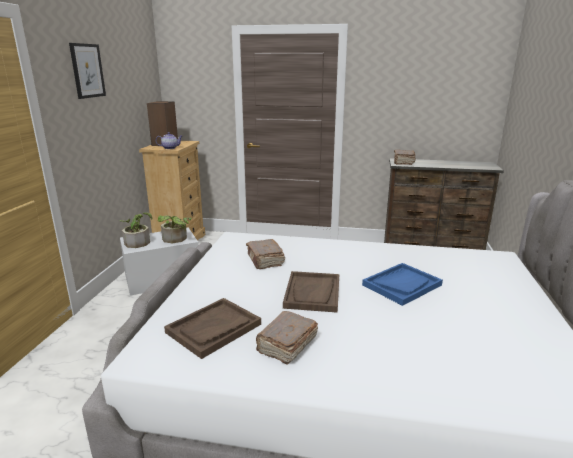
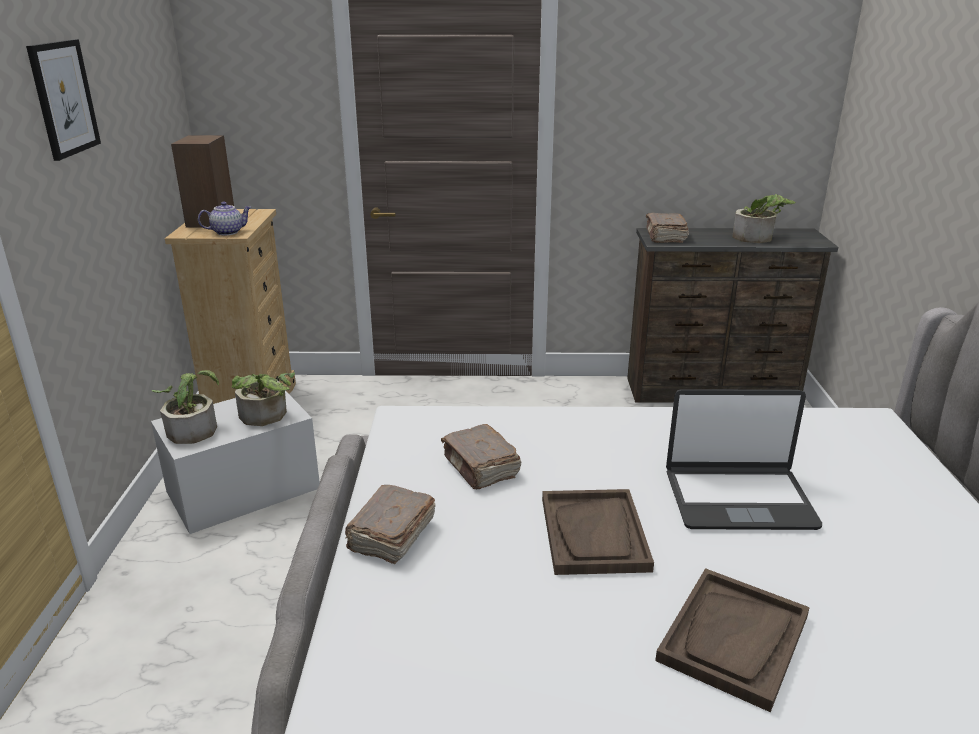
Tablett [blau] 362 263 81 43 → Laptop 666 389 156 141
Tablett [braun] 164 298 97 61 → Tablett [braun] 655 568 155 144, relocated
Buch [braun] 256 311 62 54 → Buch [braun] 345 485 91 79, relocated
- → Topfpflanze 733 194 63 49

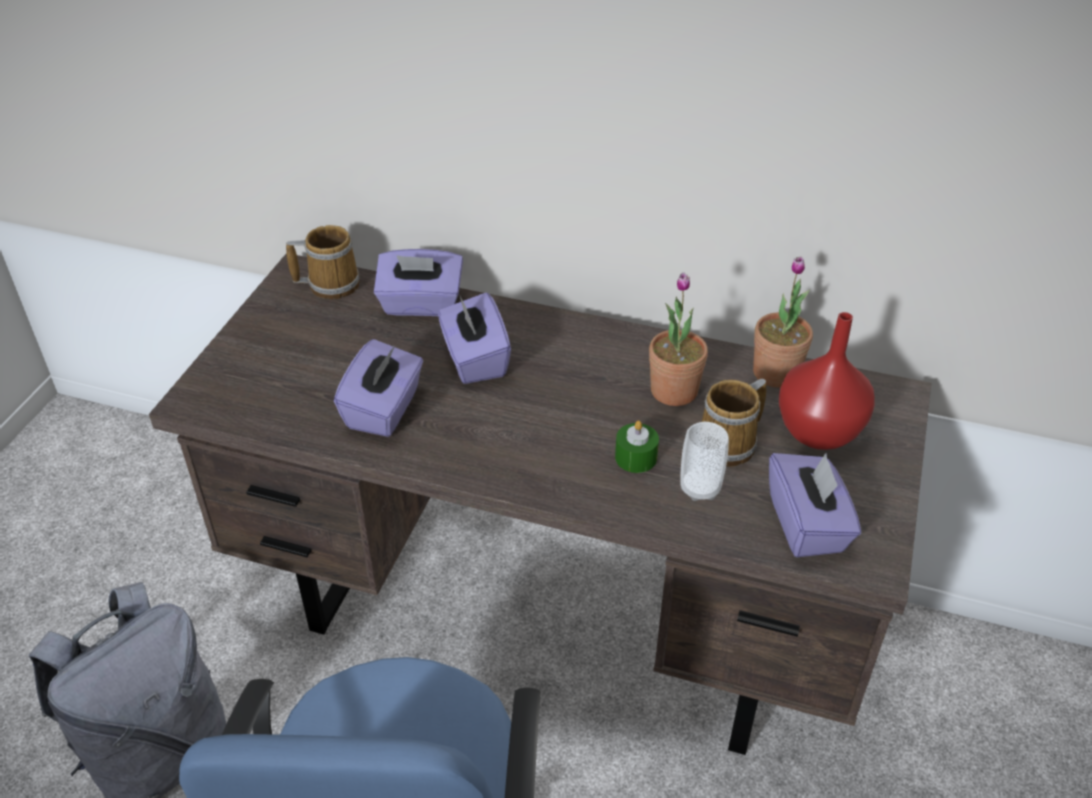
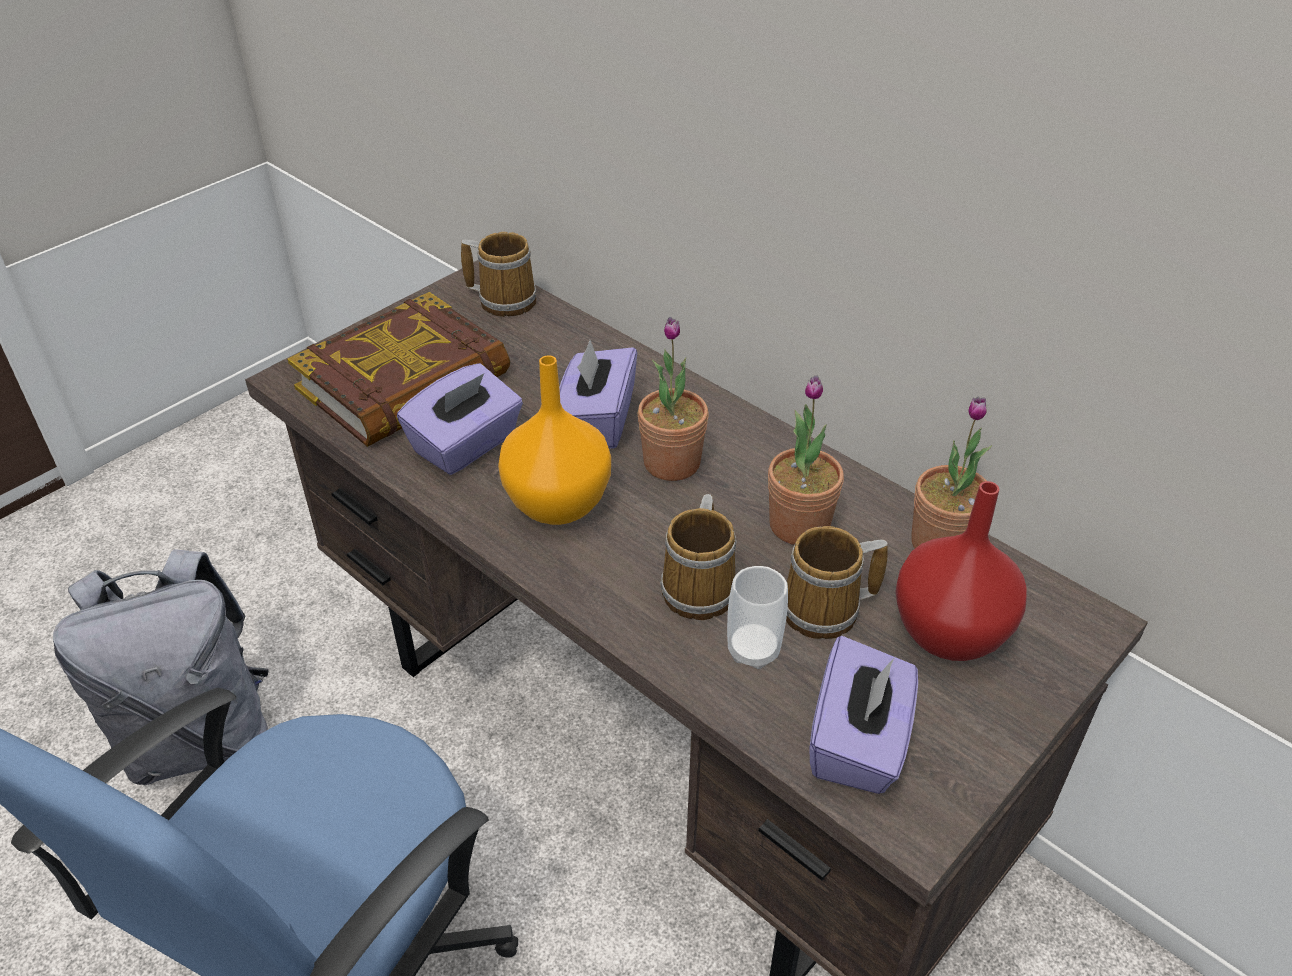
Taschentuchbox [lila] 374 249 89 67 → -
Kerze [grün] 615 420 44 53 → Henkelbecher 660 494 77 126
- → Buch 287 292 223 155
- → Topfpflanze 638 317 71 164
- → Vase [orange] 498 355 113 170

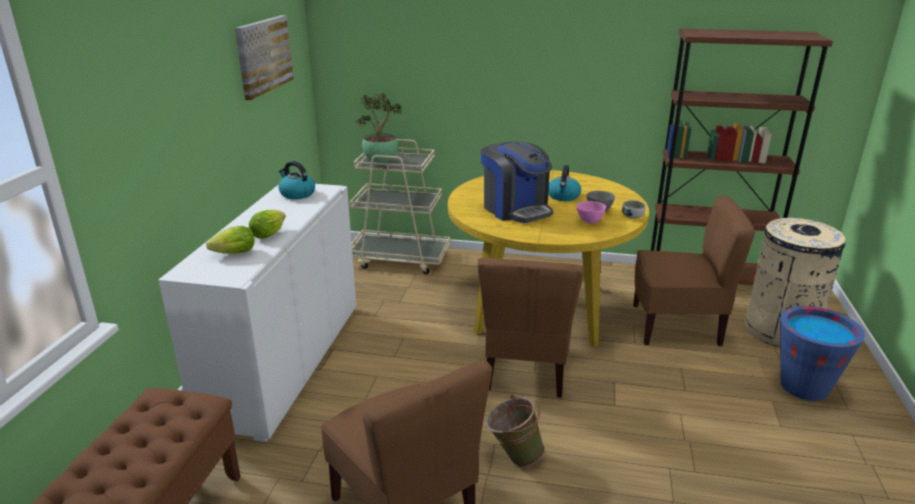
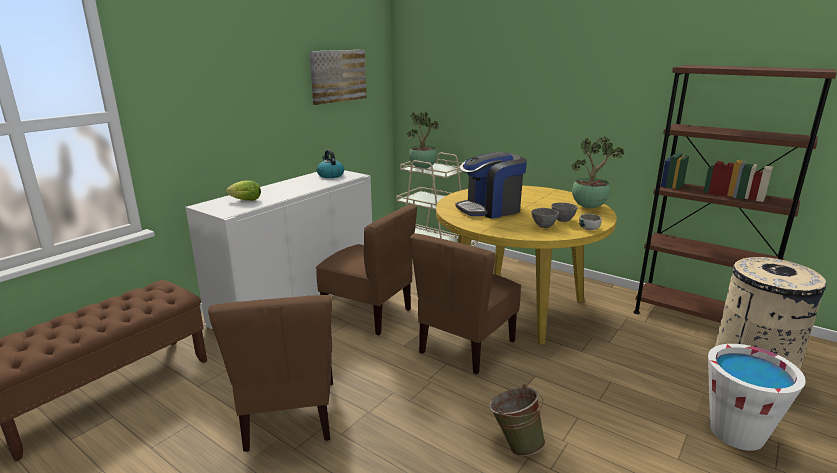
Kaffeemaschine 481 141 72 82 → Kaffeemaschine 456 152 71 67, 75 degrees clockwise
Wasserkessel 548 165 33 36 → -
Stuhl [braun] 633 196 122 150 → Stuhl [braun] 316 204 101 131, relocated
Schüssel [rosa] 577 201 29 23 → Schüssel [grau] 532 208 27 20
Salatkopf 249 210 37 29 → -
Eimer [blau] 780 306 85 95 → Eimer [weiß] 708 344 98 107
Eimer [grün] 486 395 59 72 → Eimer [grün] 489 384 56 72, relocated
- → Topfpflanze 572 136 52 72

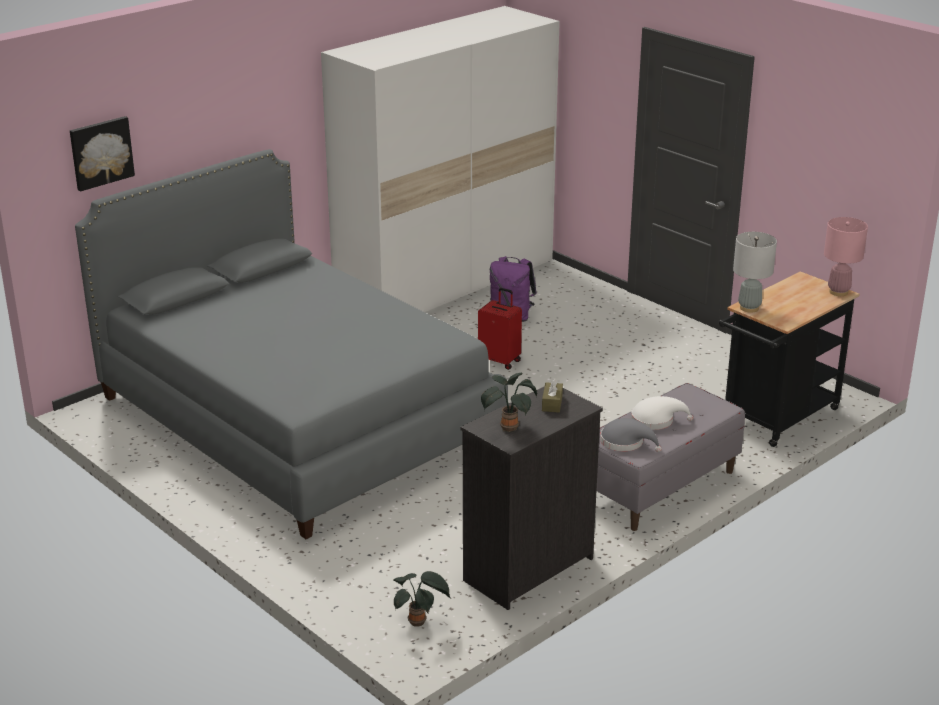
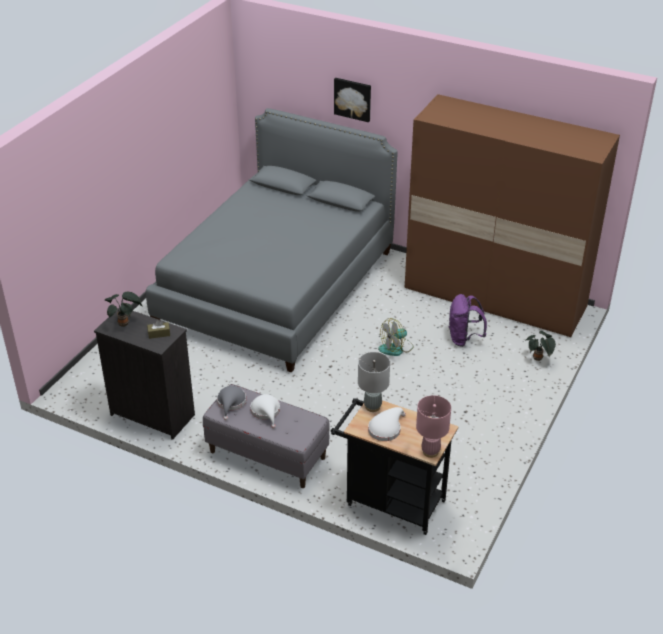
Kleiderschrank [weiß] 321 6 239 306 → Kleiderschrank [braun] 405 94 215 243
Bild 70 116 65 75 → Bild 334 78 37 44, relocated
Koffer [rot] 478 288 44 82 → Ventilator 378 318 36 38
Topfpflanze 393 571 58 56 → Topfpflanze 525 331 31 30, relocated
- → Hut [weiß] 368 407 38 34

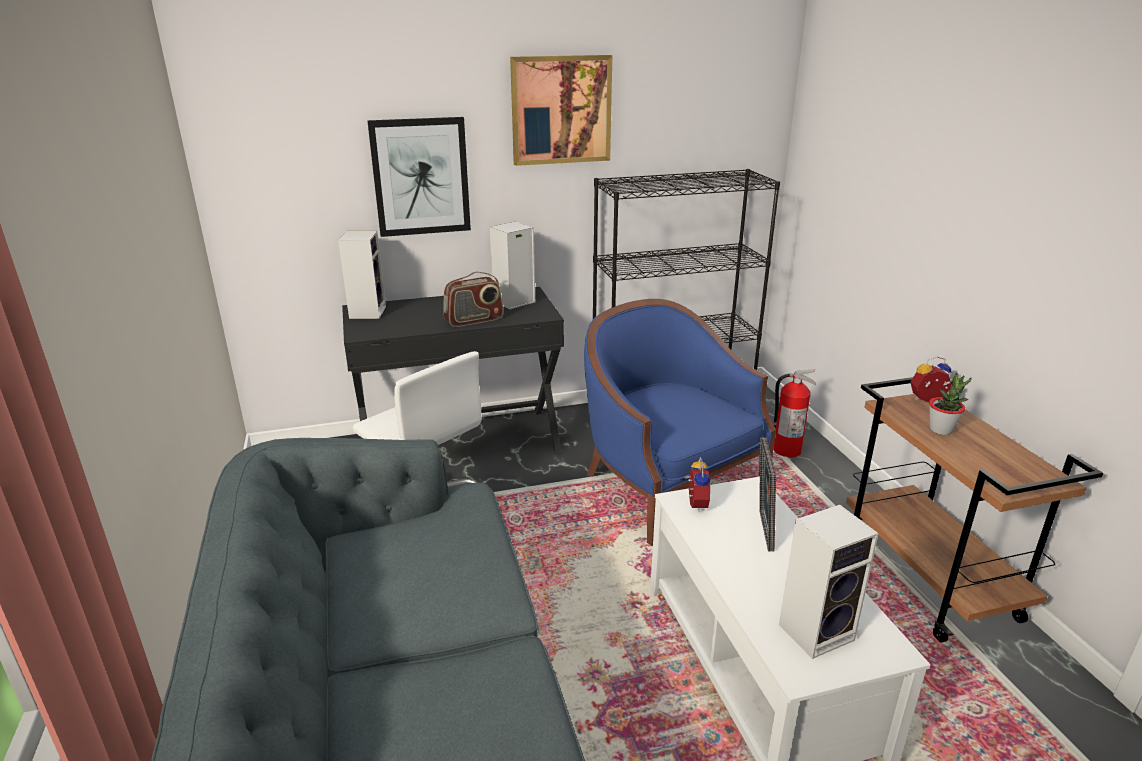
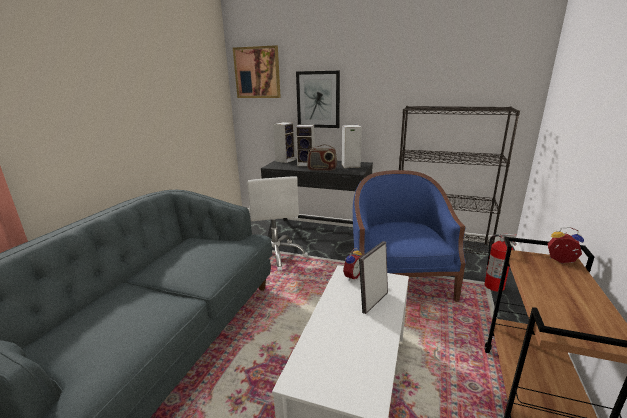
Bild 510 55 102 111 → Bild 233 45 48 53, relocated
Topfpflanze 929 373 43 62 → -
Lautsprecher 779 505 100 154 → Lautsprecher 296 125 19 41, relocated

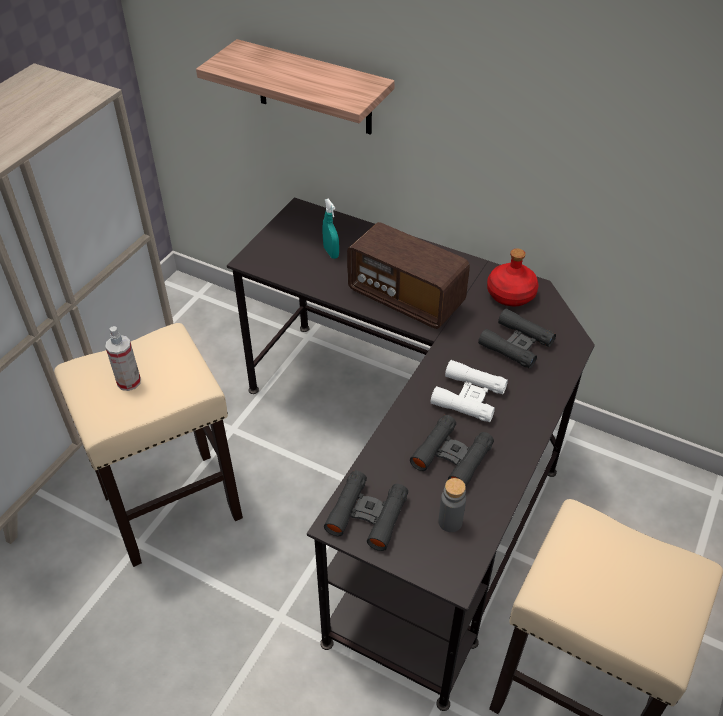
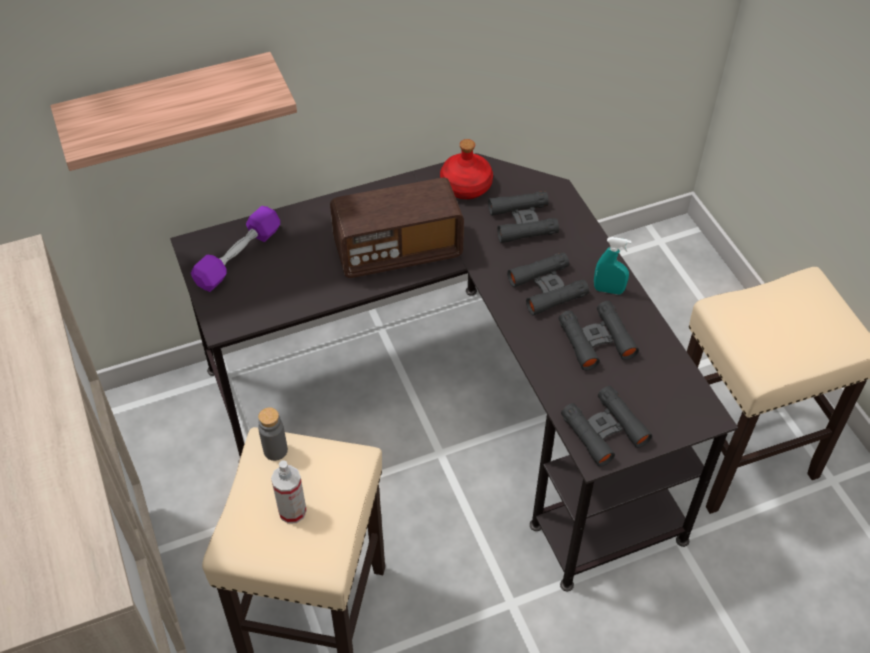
Sprühflasche [türkis] 322 199 17 60 → Sprühflasche [türkis] 594 237 37 58, relocated
Fernglas [weiß] 430 360 78 62 → Fernglas [schwarz] 507 252 82 64
Flasche [grau] 438 478 28 54 → Flasche [grau] 258 407 30 54, relocated
- → Hantel [lila] 191 206 89 86

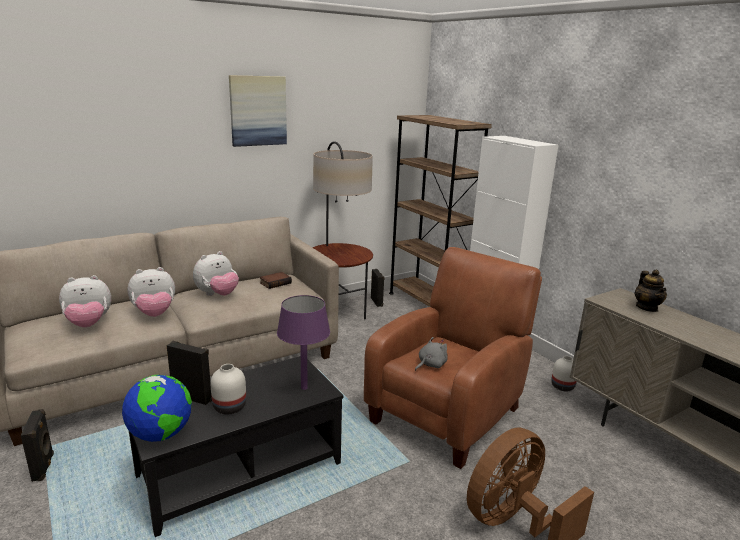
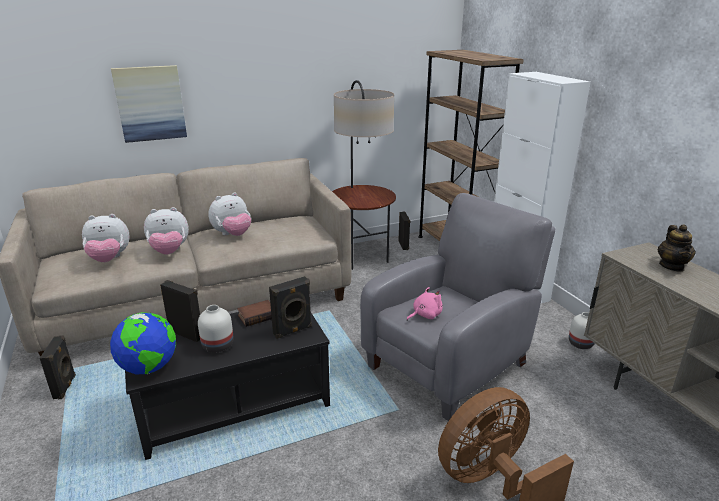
Bild 229 75 58 72 → Bild 111 65 76 78, relocated
Sessel [braun] 364 247 178 222 → Sessel [grau] 360 193 195 228
Buch 260 272 32 17 → Buch 237 300 35 27, relocated
Tischlampe [lila] 277 295 53 95 → Lautsprecher [schwarz] 269 276 43 63
Plüschtier [grau] 415 337 33 34 → Plüschtier [rosa] 406 287 37 33

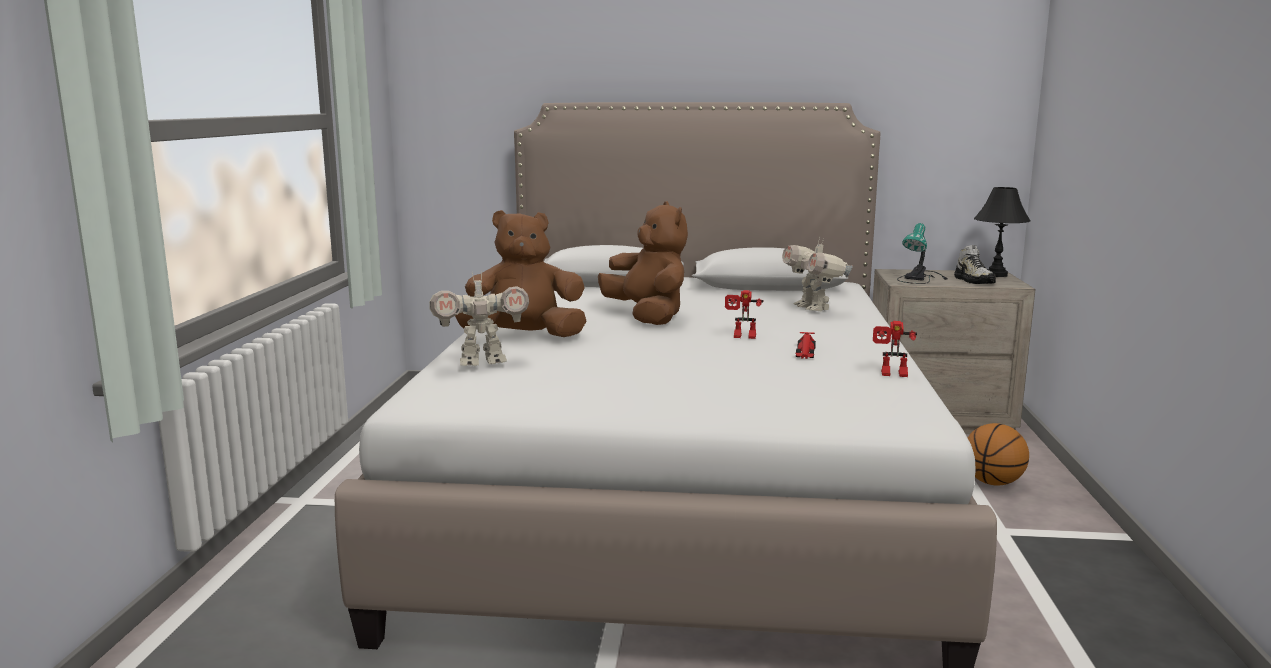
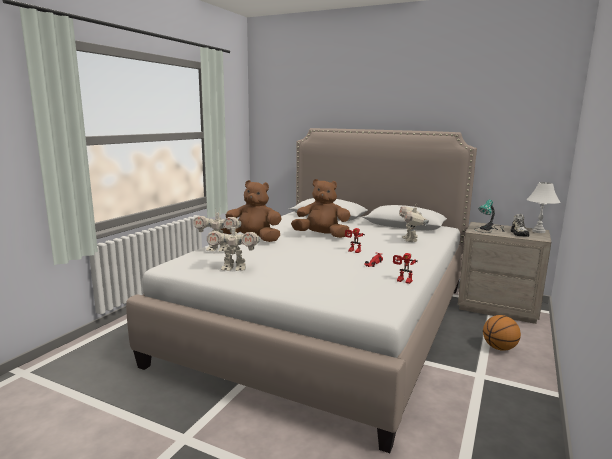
Tischlampe [schwarz] 974 187 57 90 → Tischlampe [weiß] 527 182 33 51
Plüschtier [braun] 598 201 90 124 → Plüschtier [braun] 291 179 59 59, 75 degrees counterclockwise
- → Spielzeugroboter 207 224 53 47

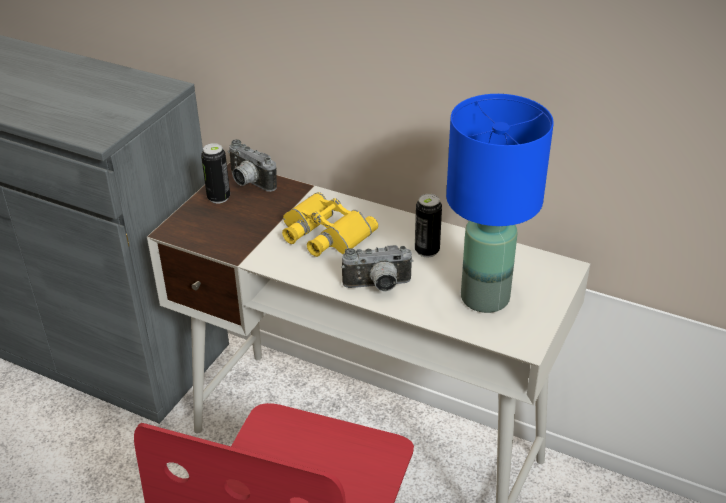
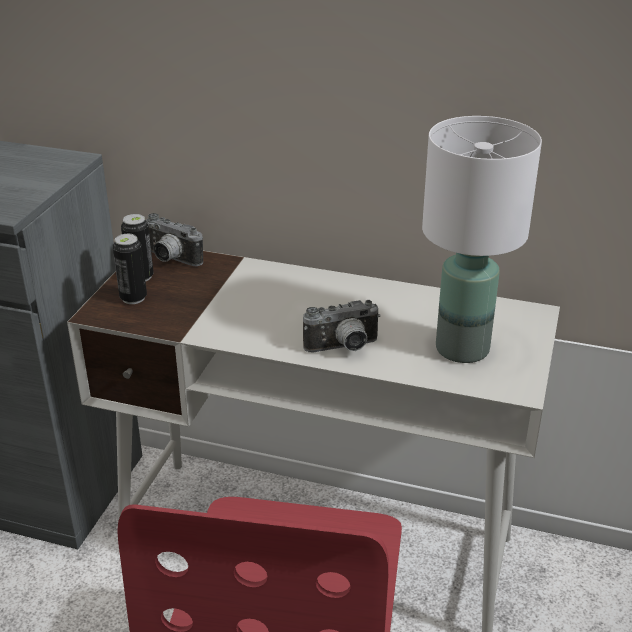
Tischlampe [blau] 446 94 108 219 → Tischlampe [weiß] 422 116 120 247
Fernglas [gelb] 282 192 96 65 → -
Dose 415 194 27 63 → Dose 113 234 34 70, relocated

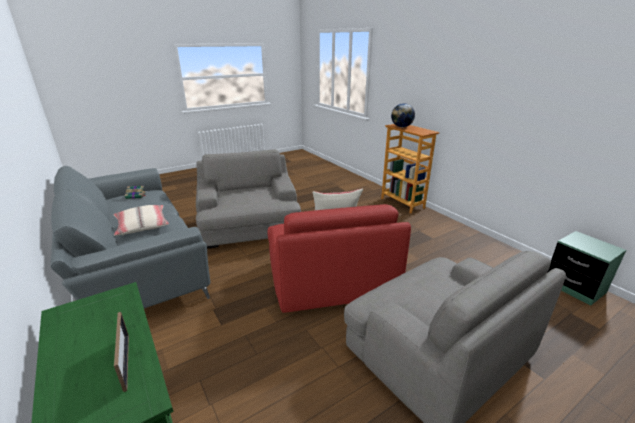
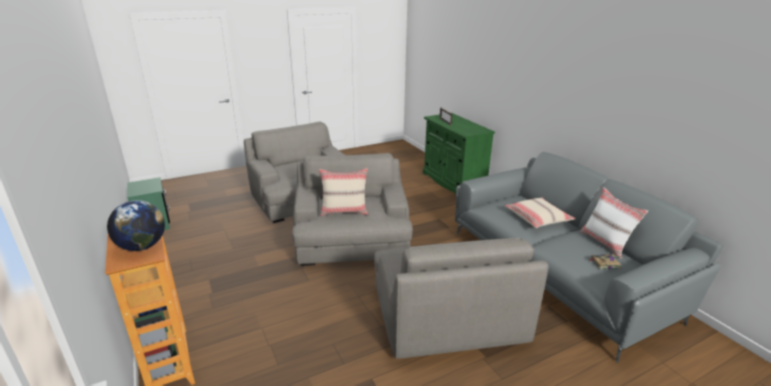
Sessel [rot] 268 204 143 109 → Sessel [grau] 292 153 121 113
- → Kissen [weiß] 580 187 68 72

